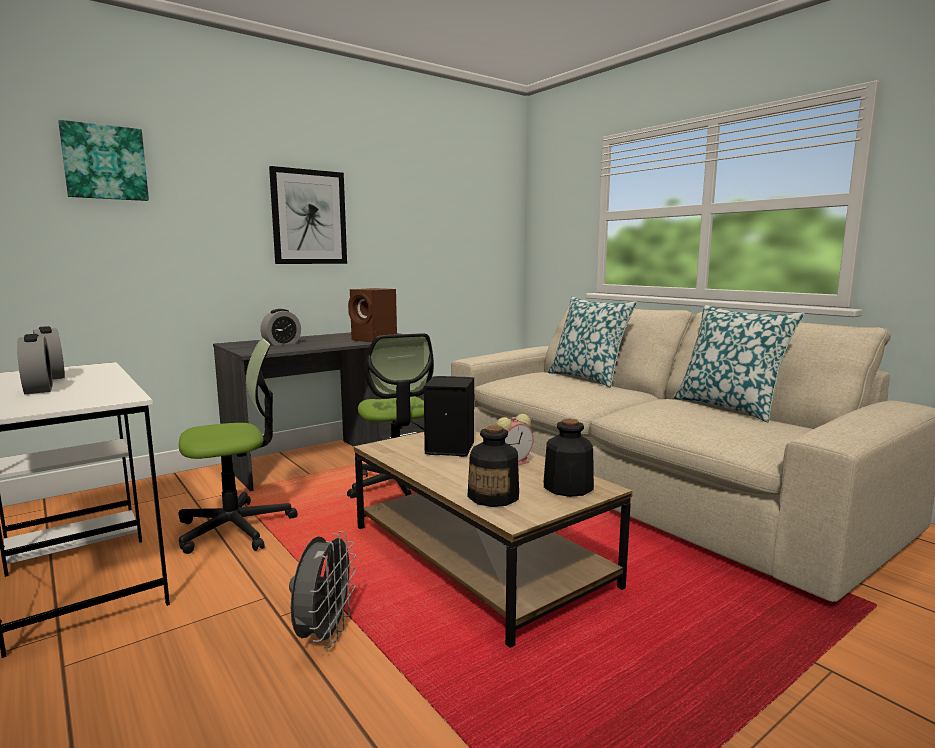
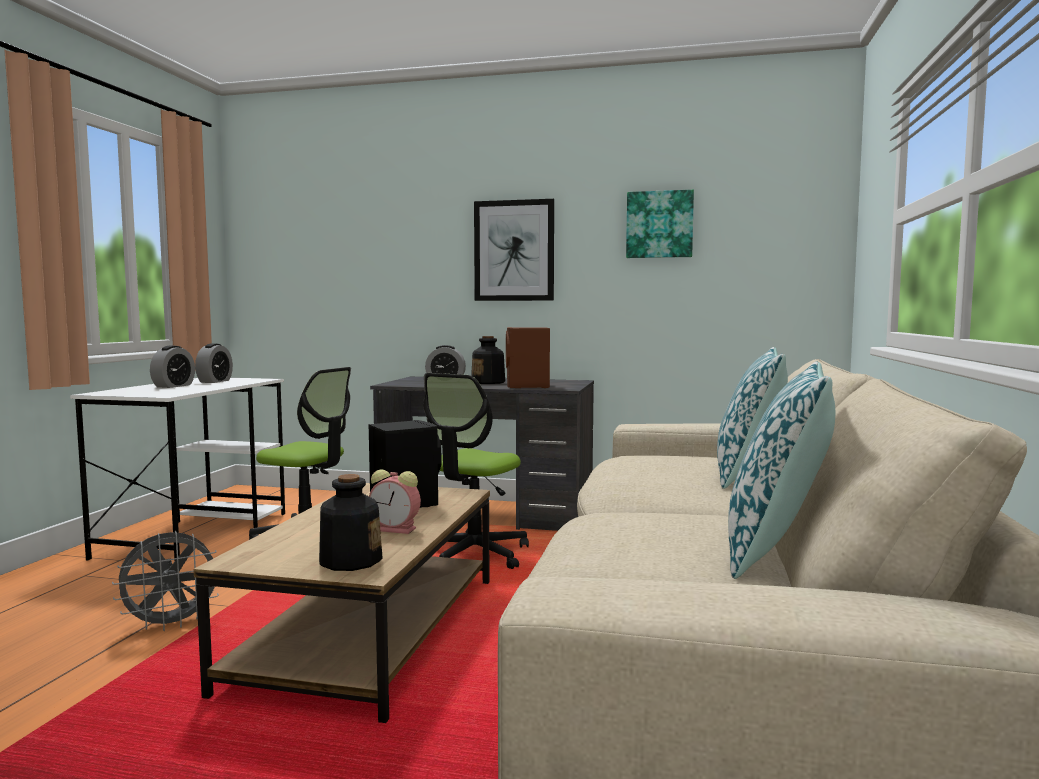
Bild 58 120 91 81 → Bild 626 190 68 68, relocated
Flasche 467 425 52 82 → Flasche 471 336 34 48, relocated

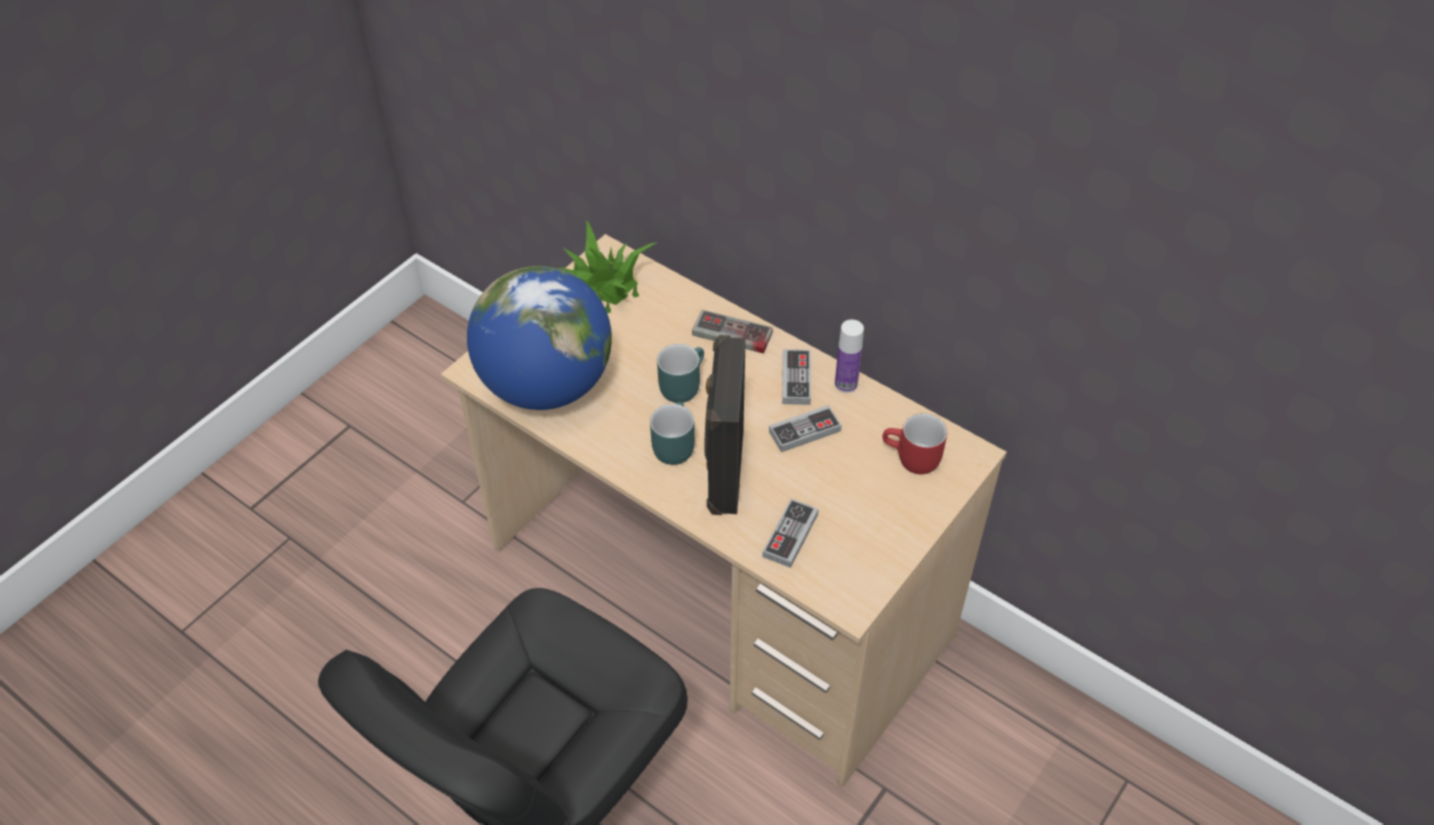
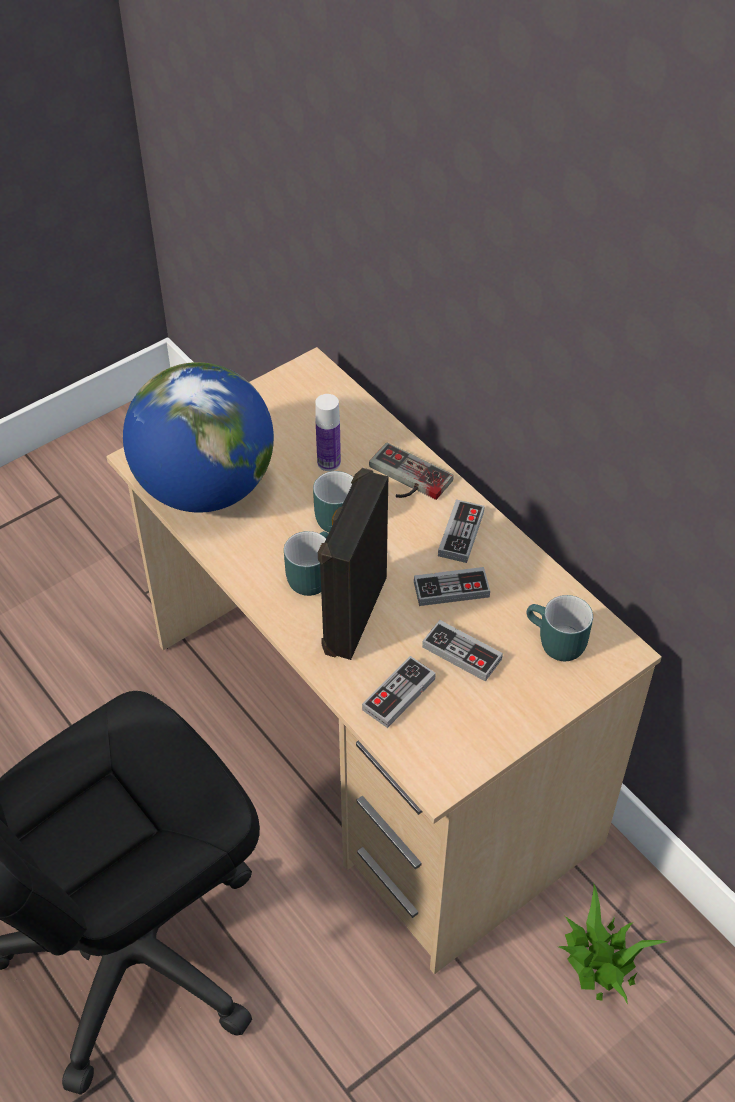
Topfpflanze 560 221 98 92 → Topfpflanze 559 884 109 120, relocated
Flasche 835 319 29 74 → Flasche 315 394 26 77, relocated
Henkelbecher [rot] 883 413 64 61 → Henkelbecher [türkis] 527 595 66 66
- → Gamepad 422 620 81 62

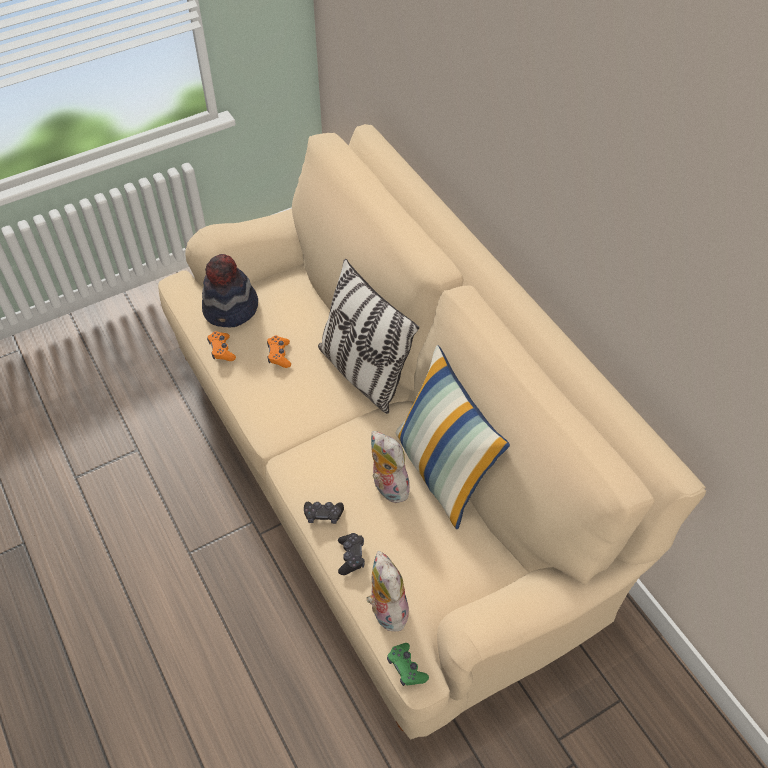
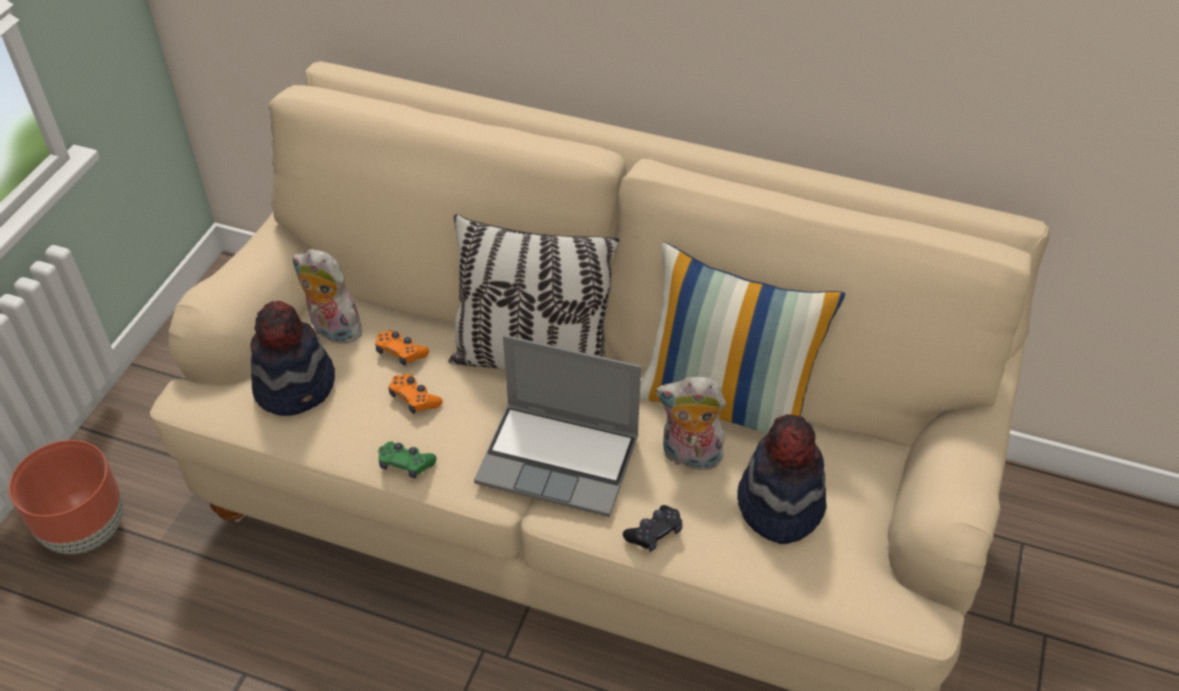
Gamepad [orange] 207 331 29 30 → Gamepad [orange] 375 331 54 35, relocated
Gamepad [schwarz] 338 533 27 42 → -
Plüschtier 366 551 43 81 → Plüschtier 292 249 72 94, relocated
Gamepad [grün] 387 643 42 43 → Gamepad [grün] 378 441 58 37, relocated
- → Laptop 474 335 167 182
- → Hut 737 414 90 130
- → Pflanzkübel [braun] 9 440 114 114

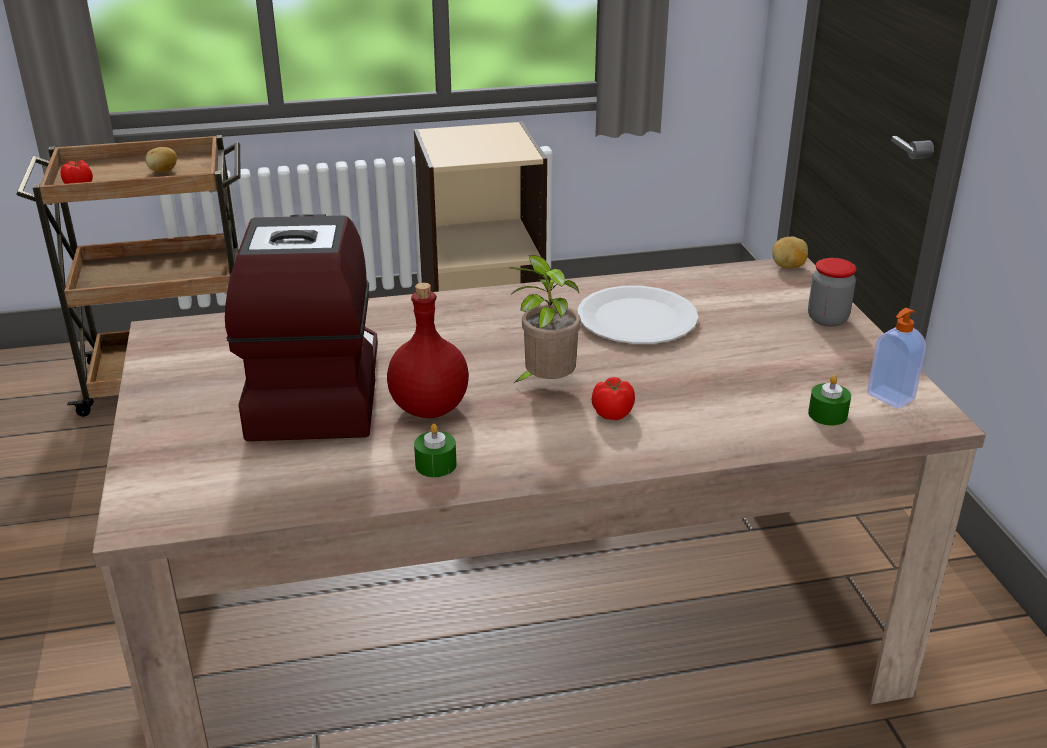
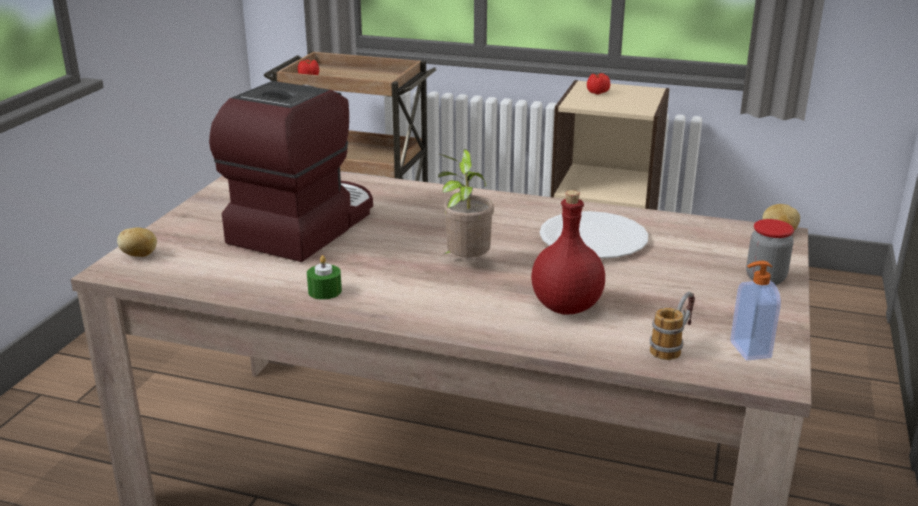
Kartoffel 145 147 32 25 → Kartoffel 117 228 40 29, relocated
Flasche [rot] 387 283 82 135 → Flasche [rot] 531 190 74 125, relocated
Kerze [grün] 808 375 43 51 → Henkelbecher 649 292 46 68
Tomate 592 377 43 43 → Tomate 587 73 23 22, relocated

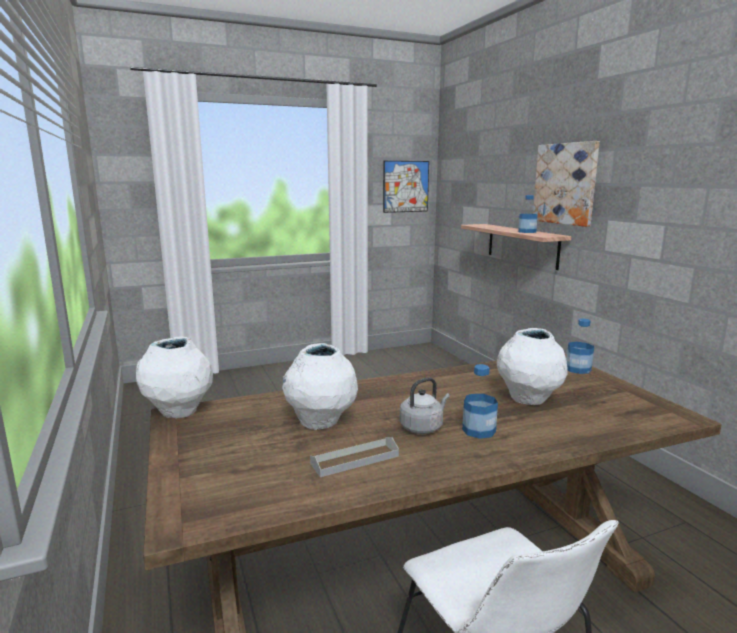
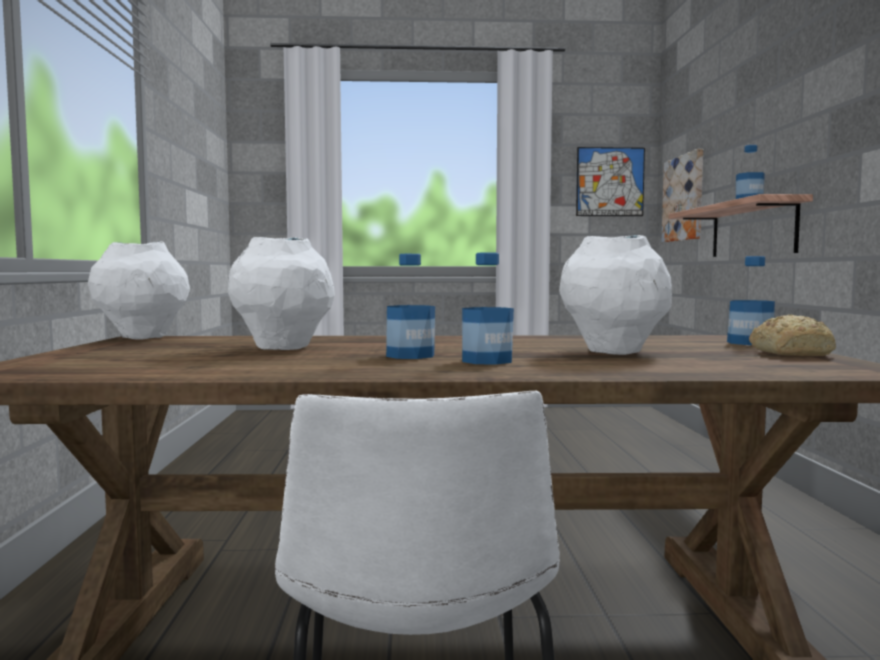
Bild 533 141 67 86 → Bild 662 149 41 93, relocated
Wasserkessel [grau] 400 377 50 57 → Flasche 386 254 49 105
Tablett [grau] 310 437 89 40 → -
- → Brot 749 314 87 42

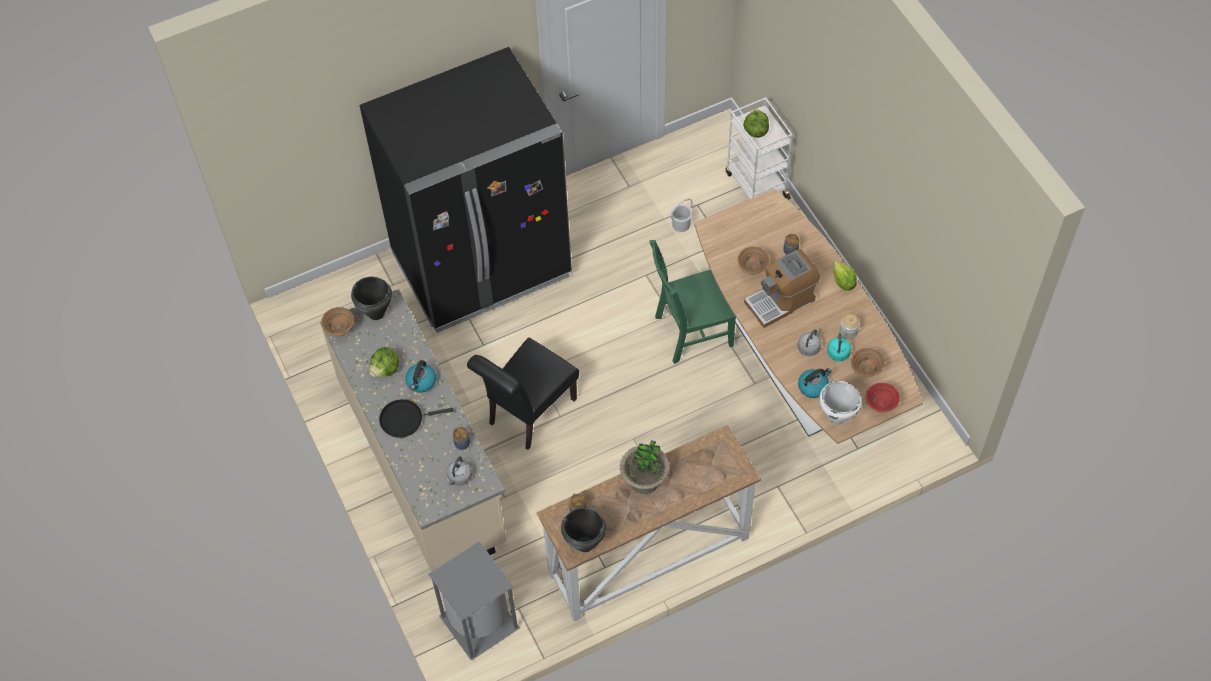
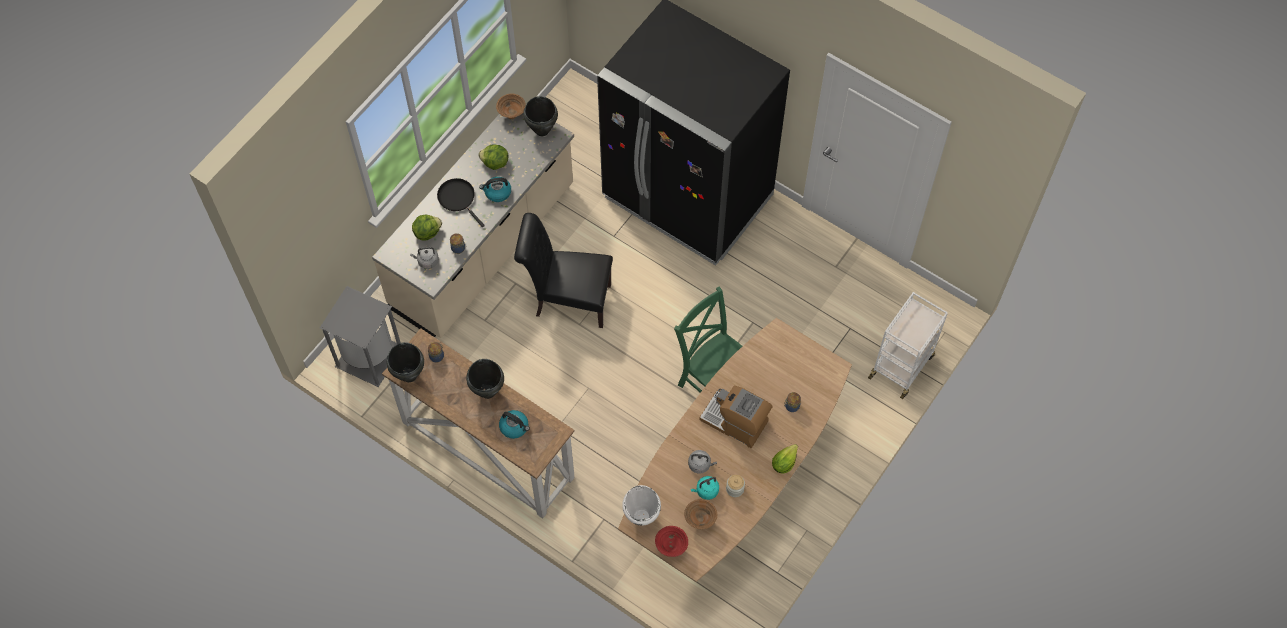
Salatkopf 743 109 26 29 → Salatkopf 412 215 30 26, relocated
Eimer [weiß] 671 198 22 34 → -
Schüssel [braun] 738 247 31 28 → -
Wasserkessel 798 368 34 30 → Wasserkessel 499 410 31 29, relocated
Topfpflanze 620 440 50 54 → Kochtopf [schwarz] 466 359 38 40

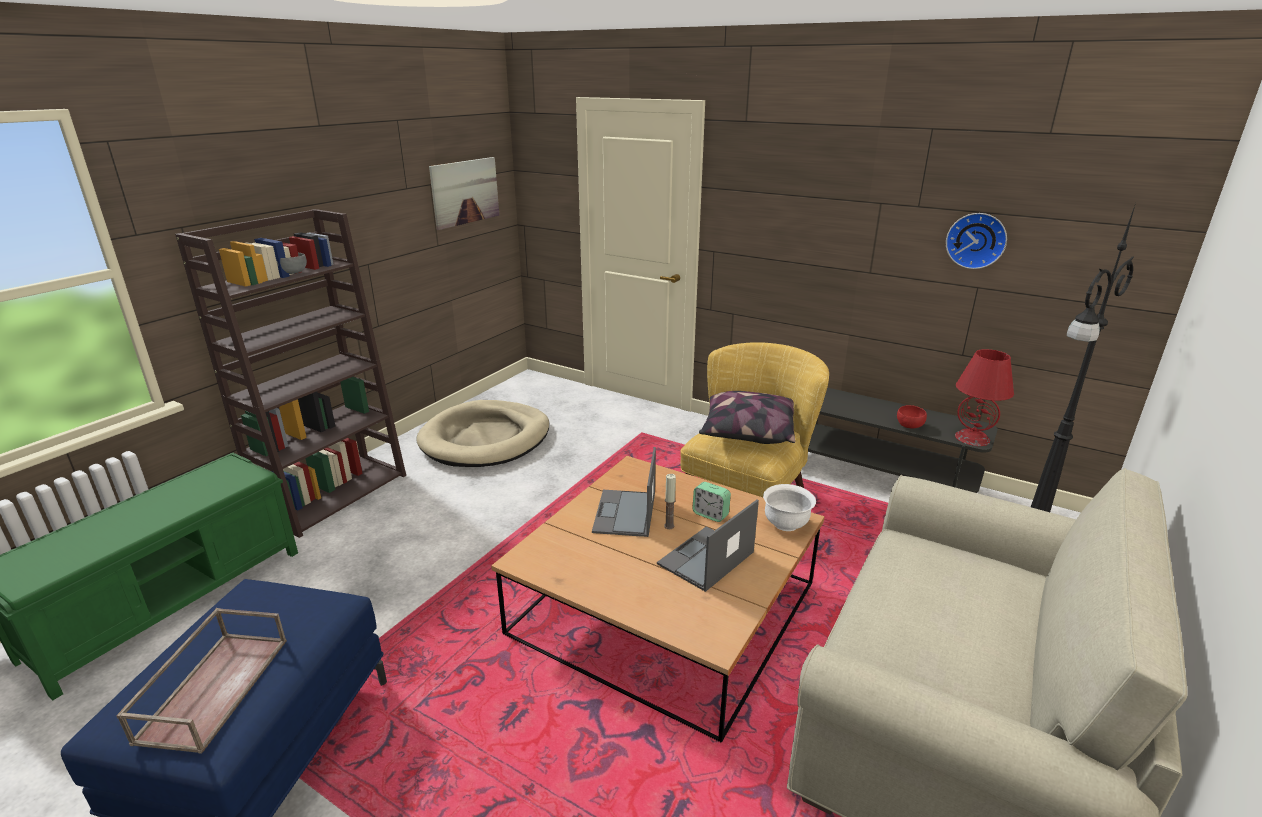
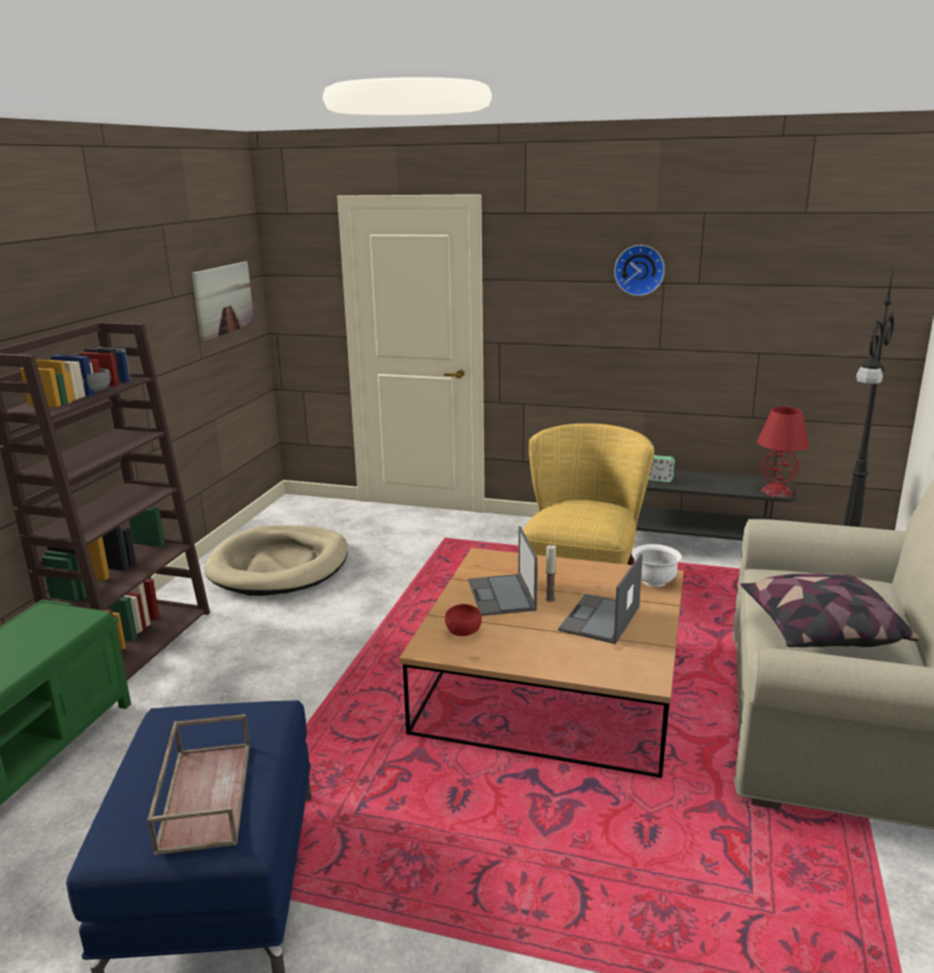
Wanduhr 946 213 61 56 → Wanduhr 614 245 51 51, relocated
Kissen 699 391 96 53 → Kissen 740 574 179 73, relocated
Schüssel [rot] 897 405 30 23 → Schüssel [rot] 445 604 37 32, relocated
Wecker 692 482 39 40 → Wecker 649 455 26 27, relocated

